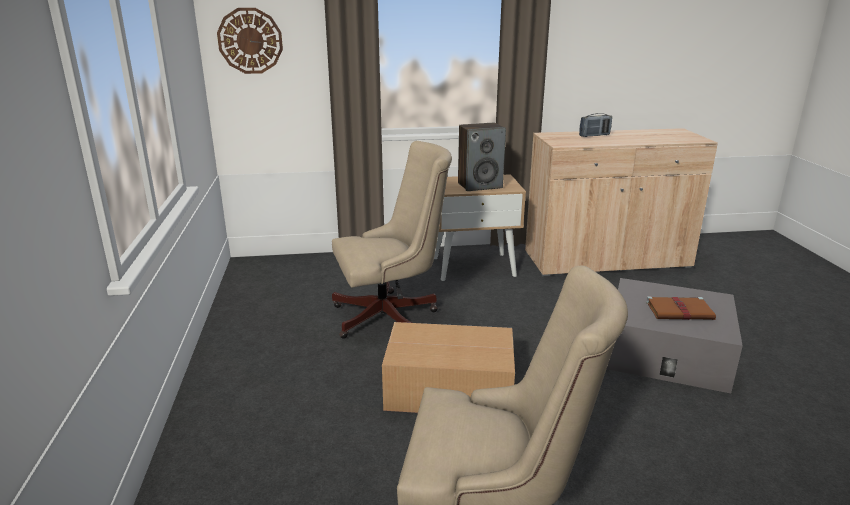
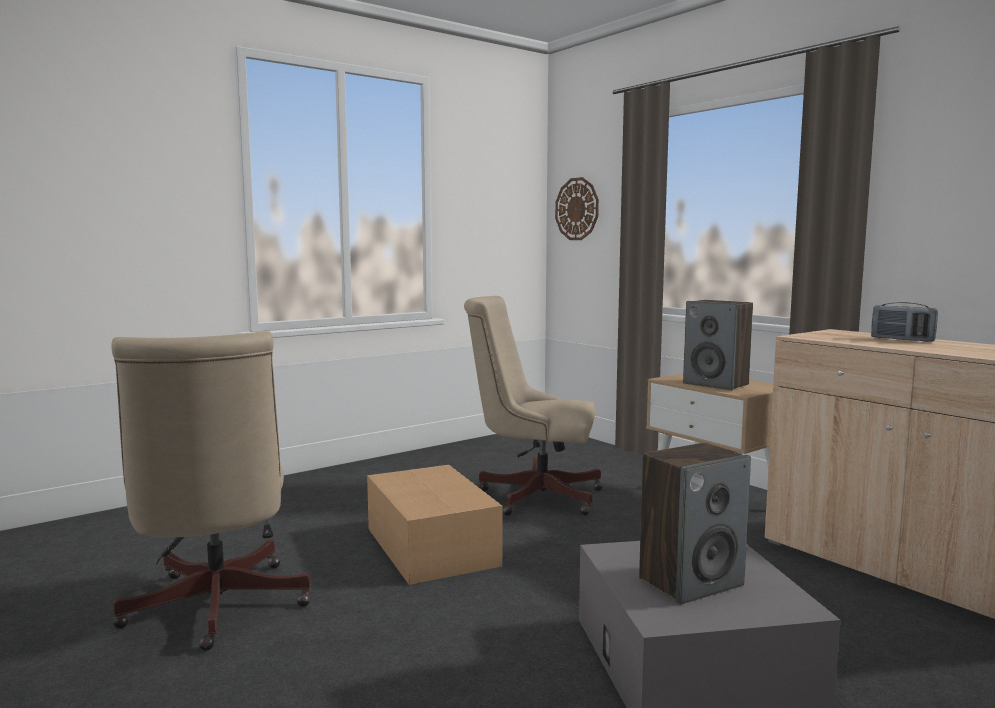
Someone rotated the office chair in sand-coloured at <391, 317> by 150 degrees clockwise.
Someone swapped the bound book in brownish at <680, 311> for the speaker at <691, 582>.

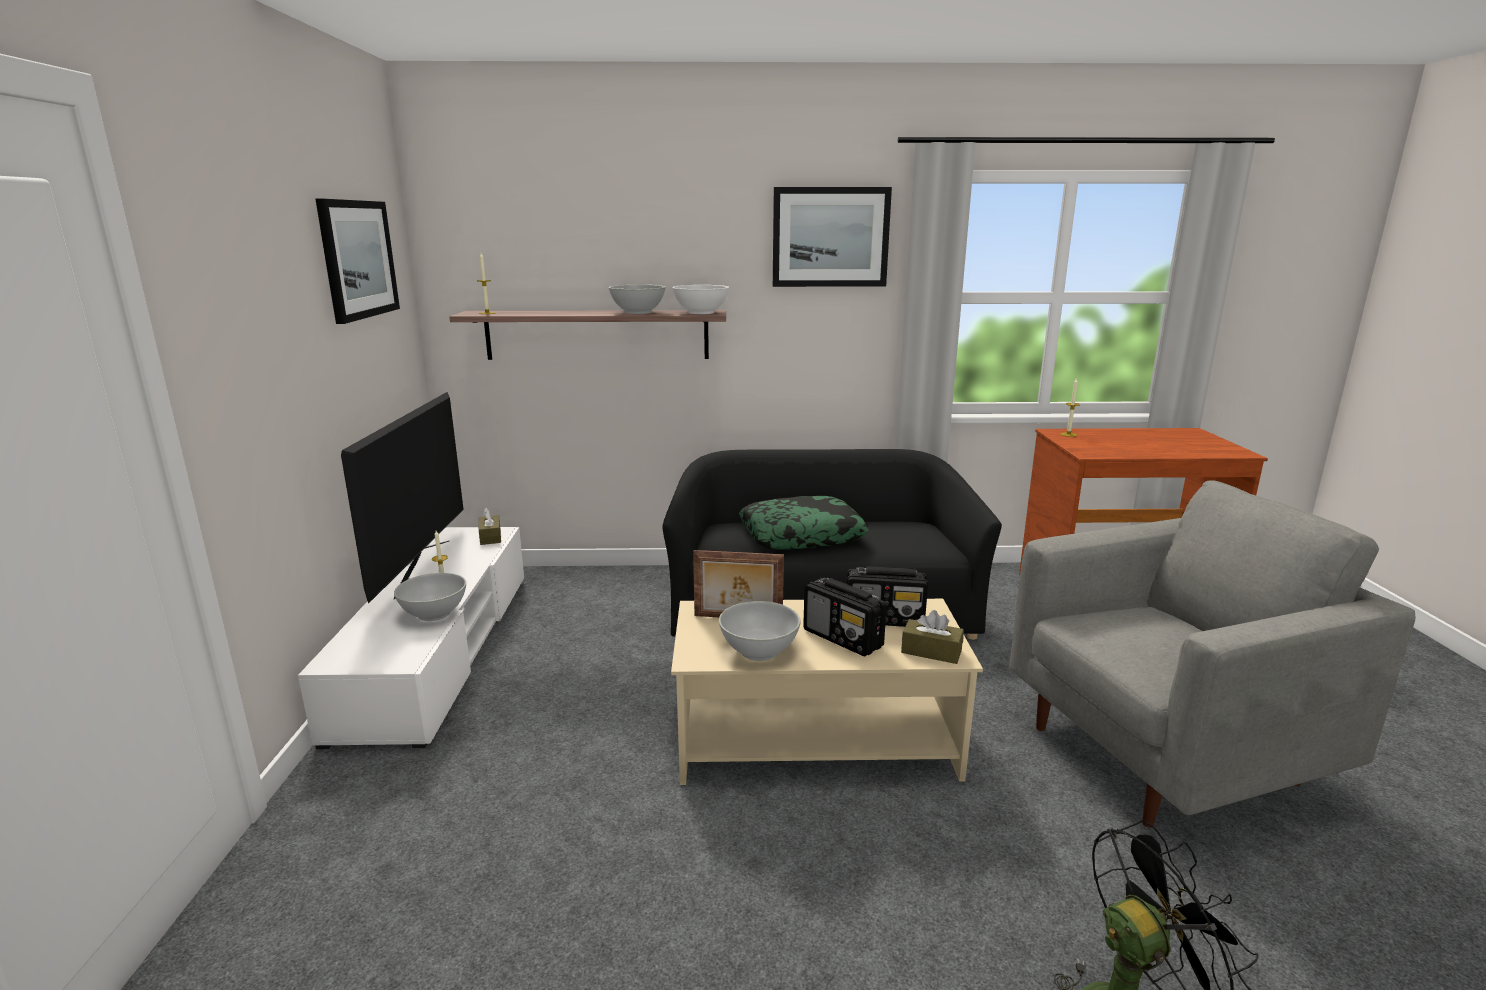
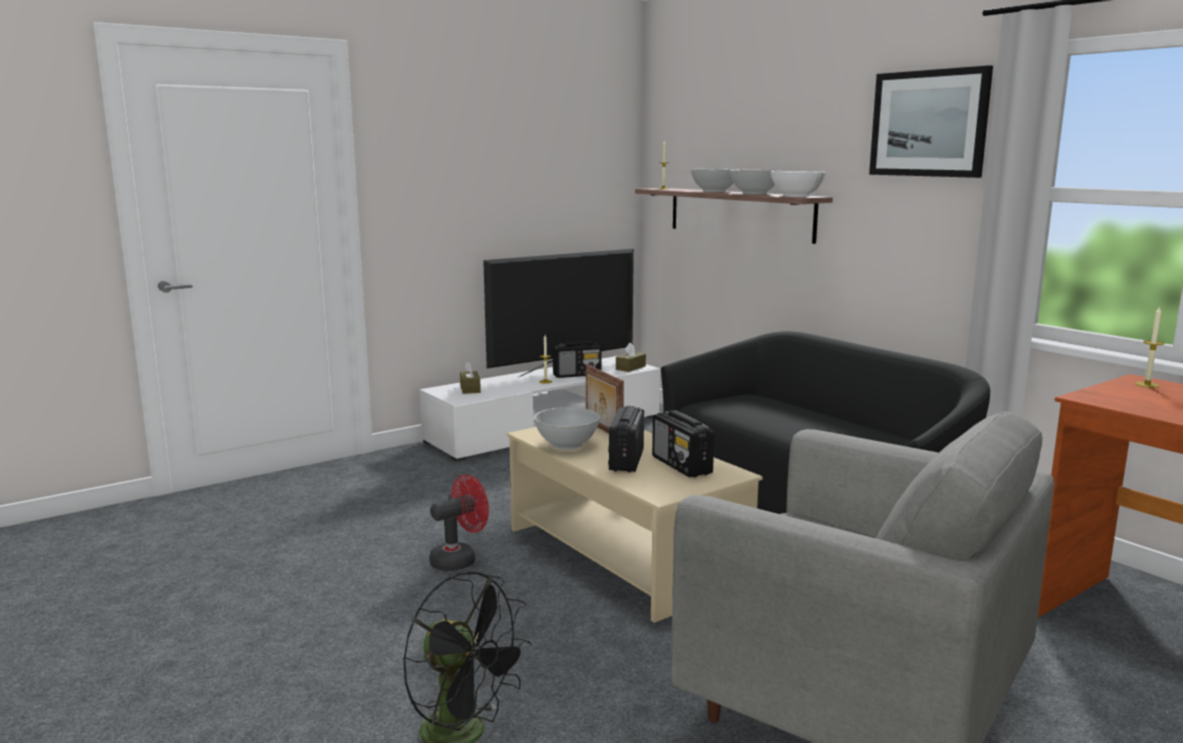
Someone took away the wall art at <358, 259>.
Someone carried the deep dish in whitish from <434, 614> to <714, 191>.
Someone took away the throw pillow at <801, 535>.
Someone carried the tissue holder in brownish from <931, 651> to <470, 389>.
Someone put down the cooling fan in reddish at <459, 559>.
Someone put down the radio set at <577, 375>.

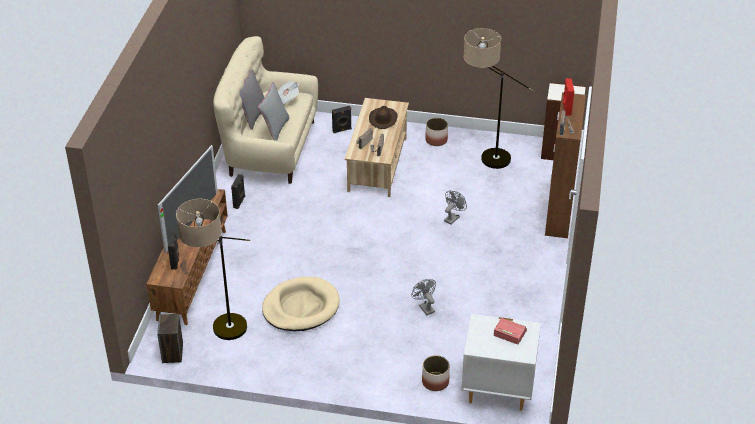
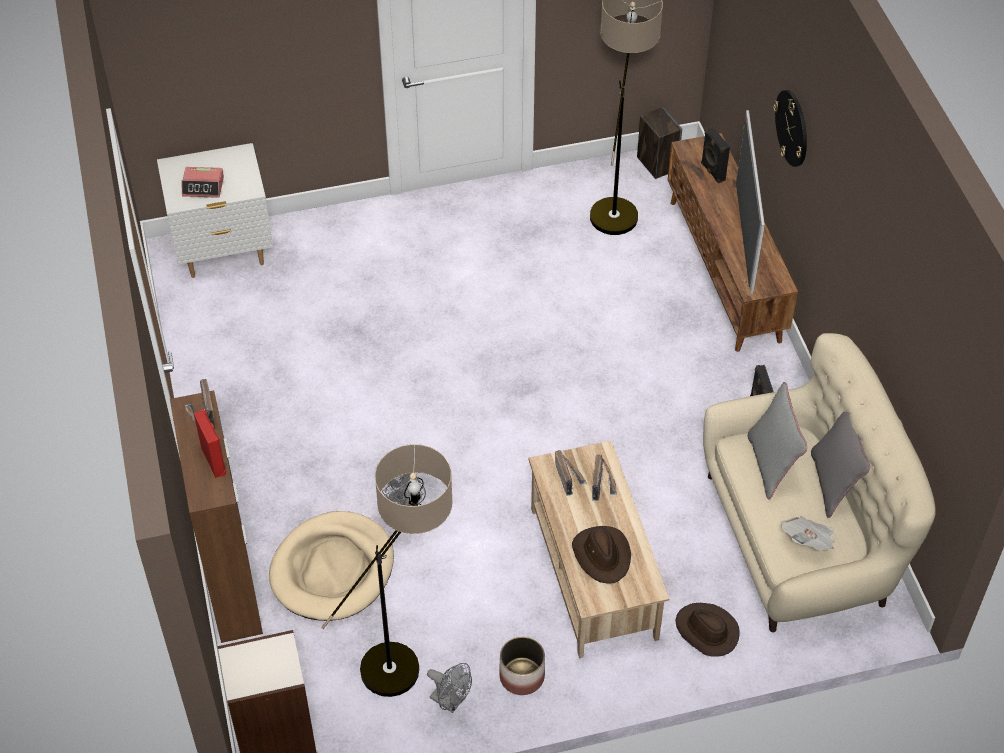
Someone carried the dog cushion in sand-coloured from <301, 307> to <333, 570>.
Someone swapped the speaker in black at <342, 130> for the wearable hat in brownish at <706, 631>.
Someone carried the cooling fan in greyish from <424, 307> to <450, 702>.
Someone took away the flower pot at <435, 382>.
Someone put up the wall clock at <792, 128>.

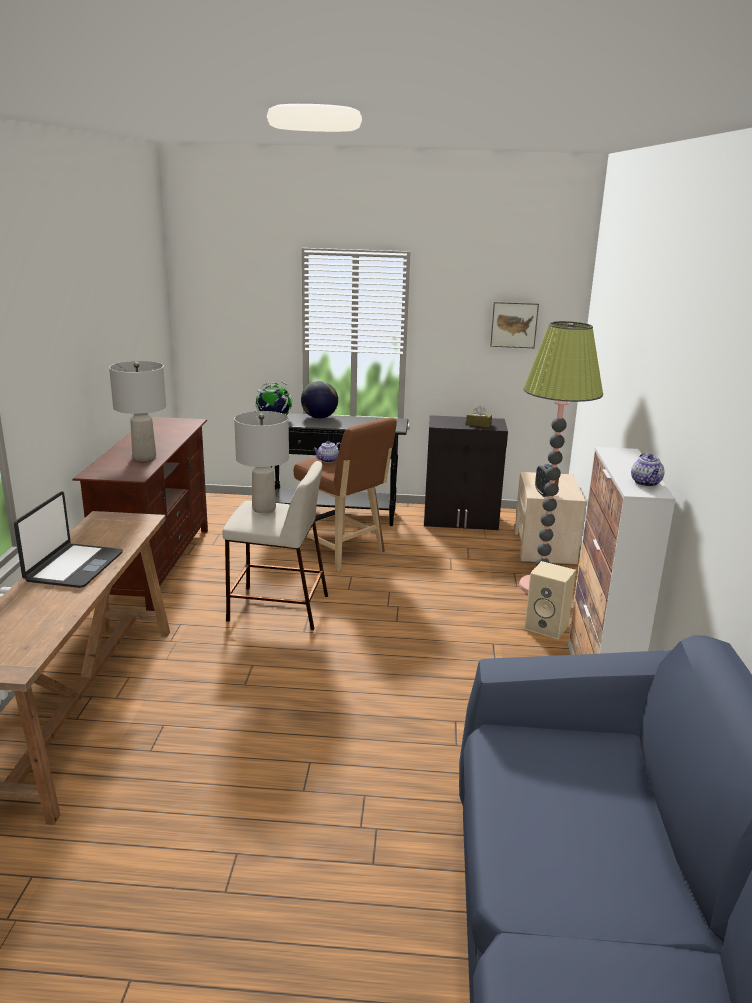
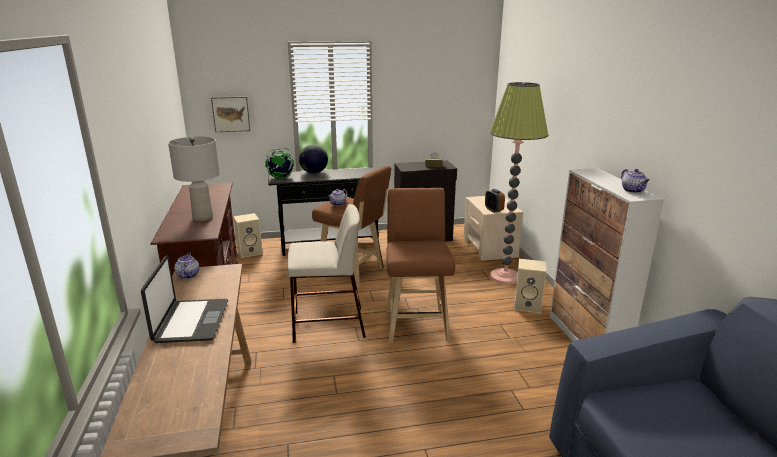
Someone took away the tabletop lamp in greyish at <264, 509>.
Someone carried the wall art from <513, 324> to <231, 114>.
Someone put down the tea pot at <188, 275>.
Someone put down the speaker in sand-coloured at <250, 252>.
Someone put down the stool seat in brownish at <416, 323>.

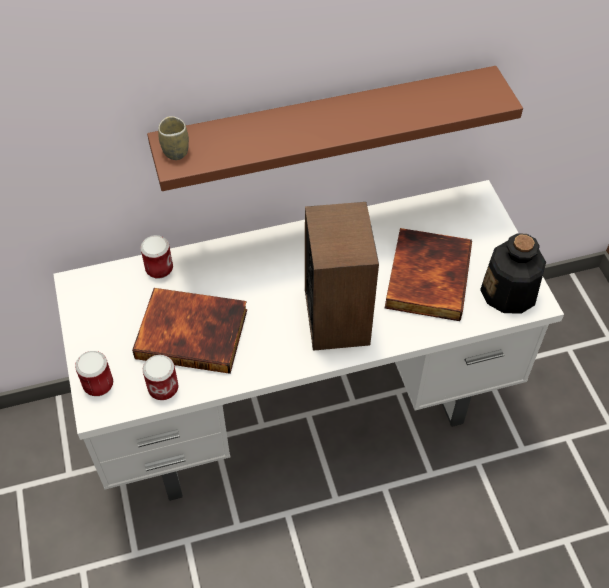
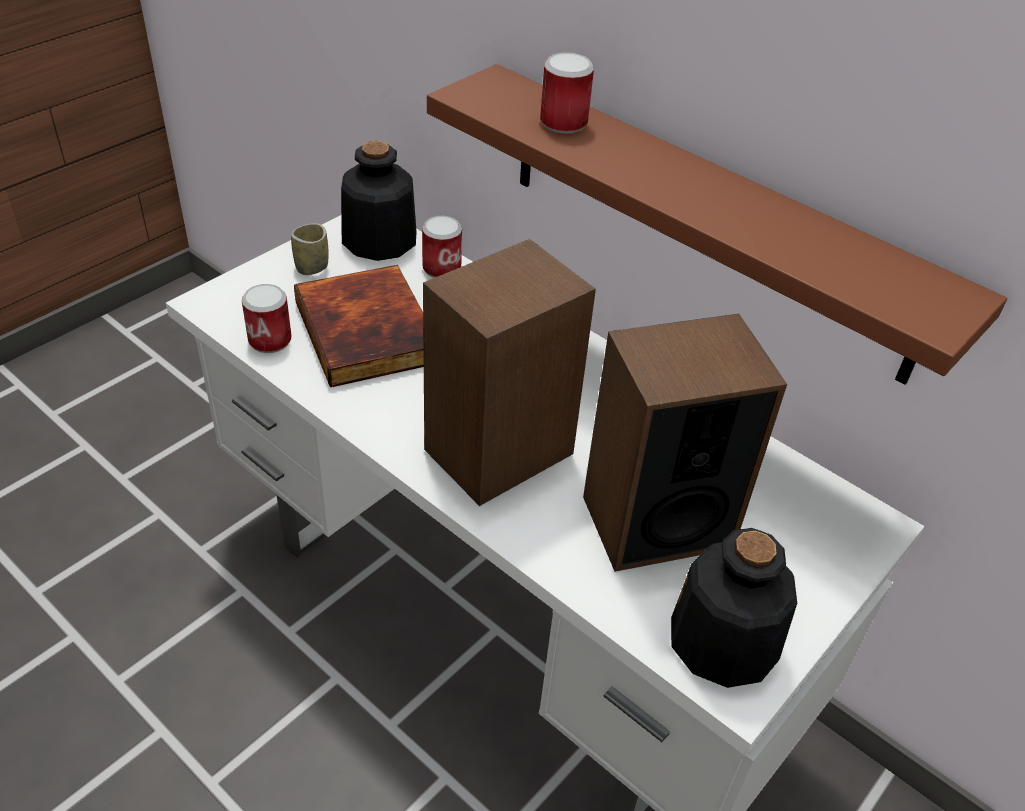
Someone carried the sealed can from <98, 384> to <563, 122>.
Someone carried the cup from <175, 151> to <312, 267>.
Someone swapped the bound book at <426, 277> for the speaker at <656, 521>.
Someone put down the drink bottle at <379, 240>.

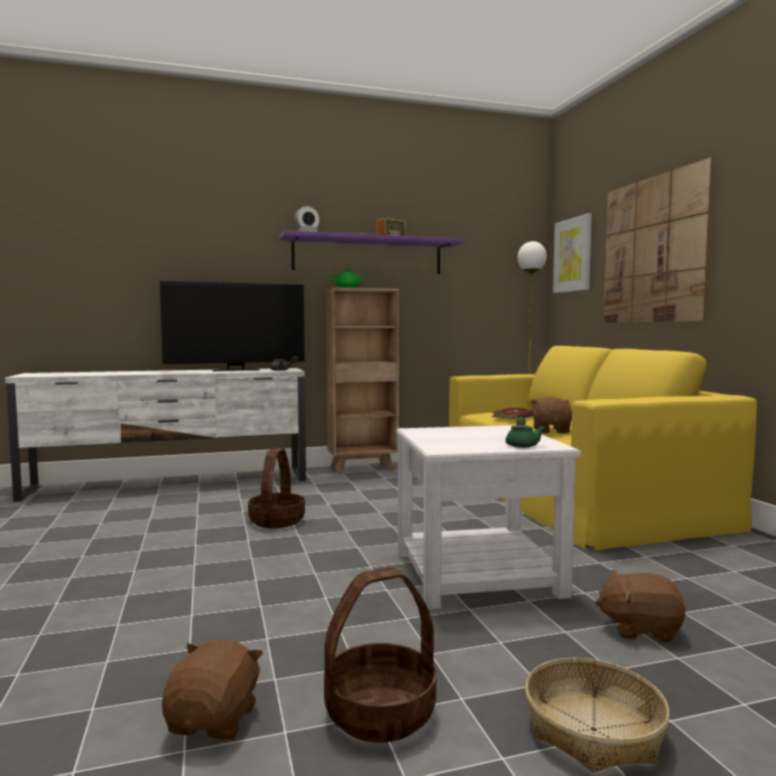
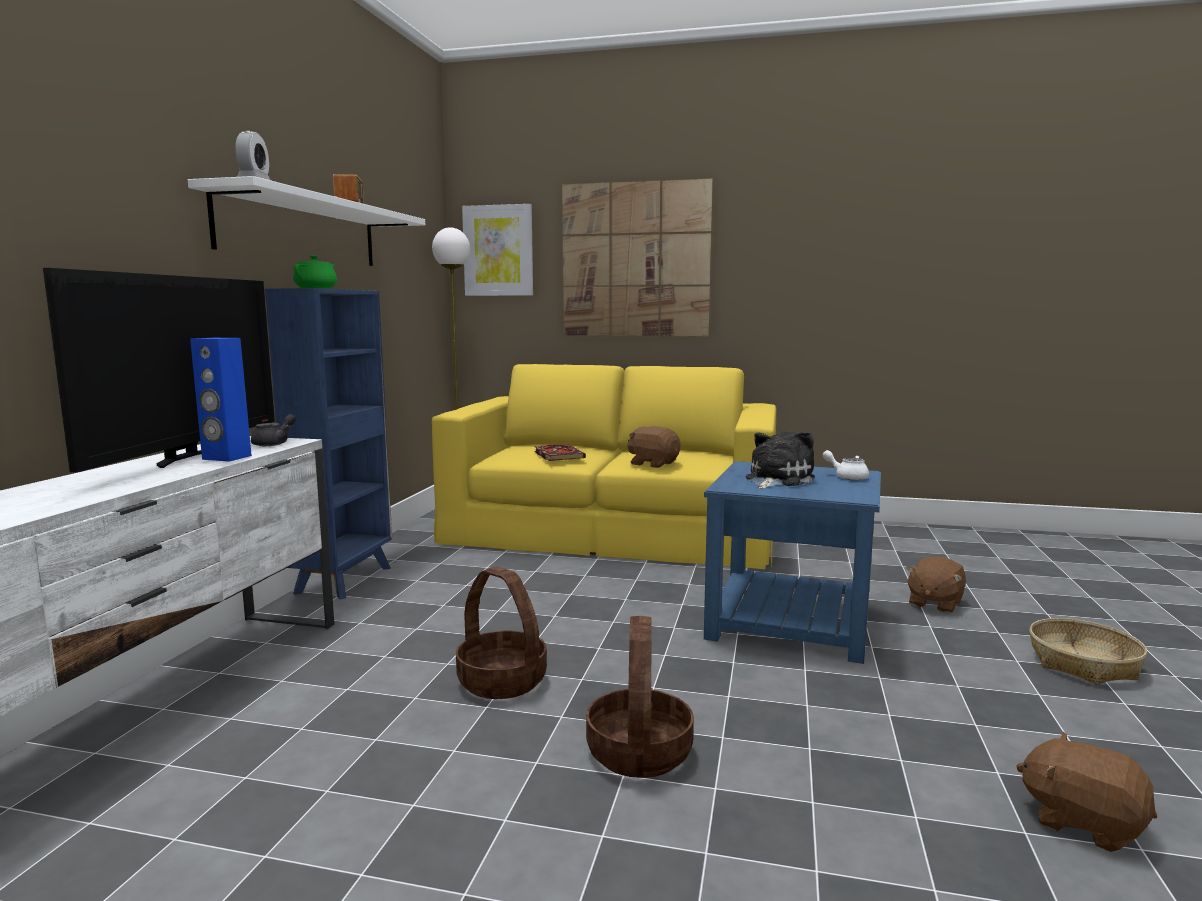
Someone repainted the bracket shelf in purplish at <368, 256>, which became the bracket shelf in whitish at <302, 231>.
Someone carried the basket from <380, 711> to <638, 751>.
Someone repainted the bookshelf in brownish at <363, 468>, which became the bookshelf in blue at <345, 579>.
Someone repainted the end table in whitish at <477, 573>, which became the end table in blue at <790, 621>.
Someone repainted the tea pot in green-coloured at <522, 444>, which became the tea pot in whitish at <847, 477>.
Someone put down the speaker in blue at <226, 457>.
Someone put down the cuddly toy at <776, 480>.

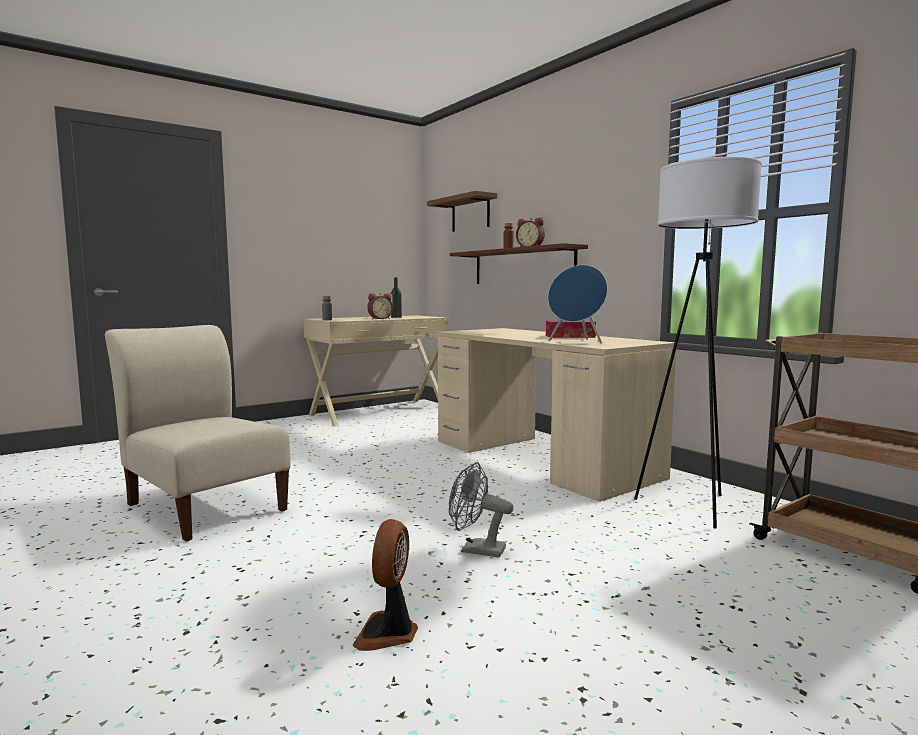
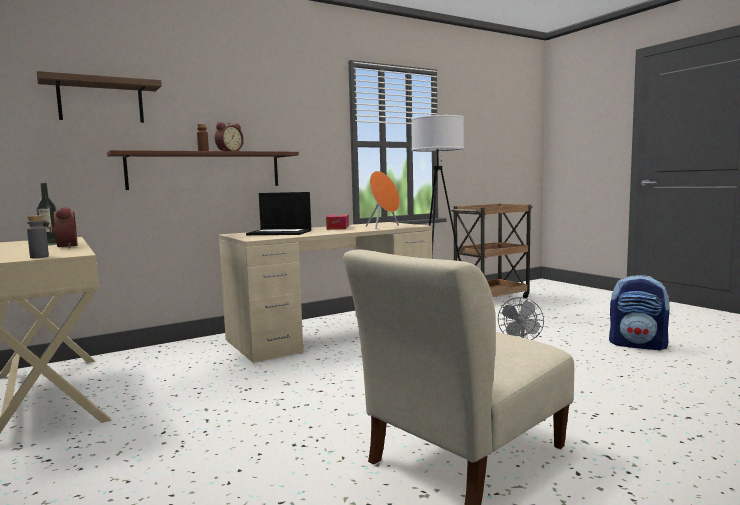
Someone took away the cooling fan at <388, 633>.
Someone repainted the speaker in blue at <577, 342>, which became the speaker in orangey at <383, 227>.
Someone put down the laptop at <280, 233>.
Someone put down the knapsack at <638, 345>.

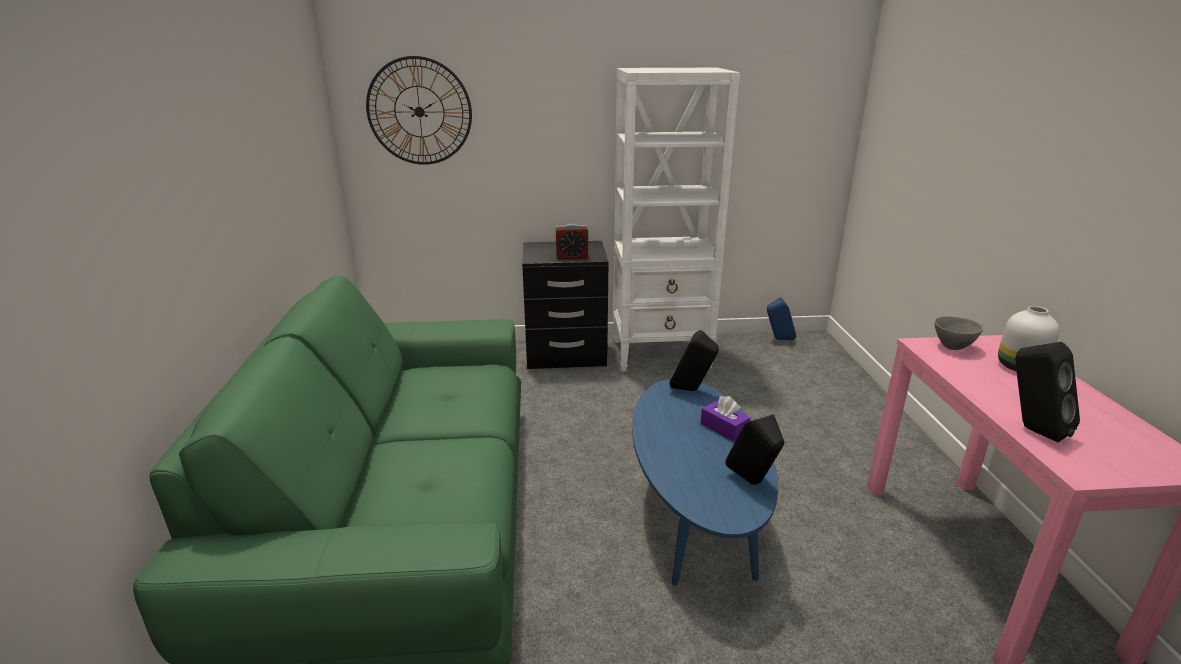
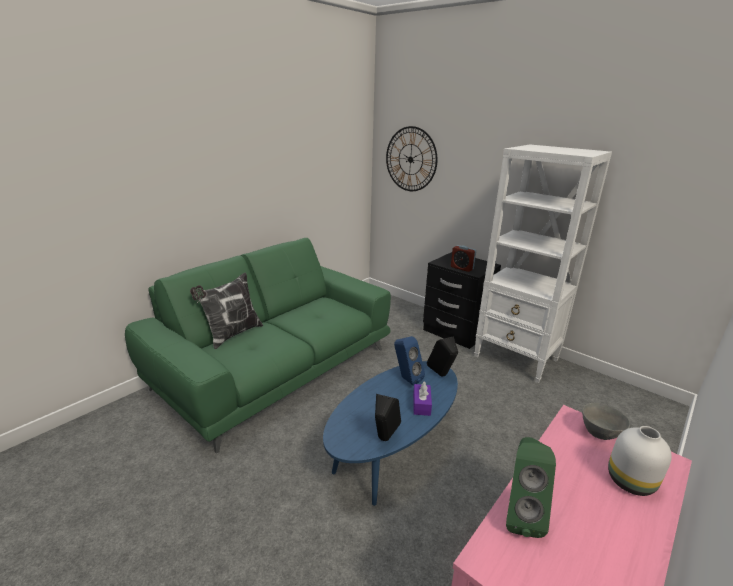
Someone carried the speaker in blue from <778, 339> to <406, 379>.
Someone repainted the speaker in black at <1031, 429>, which became the speaker in green-coloured at <520, 514>.
Someone put down the throw pillow at <232, 334>.

